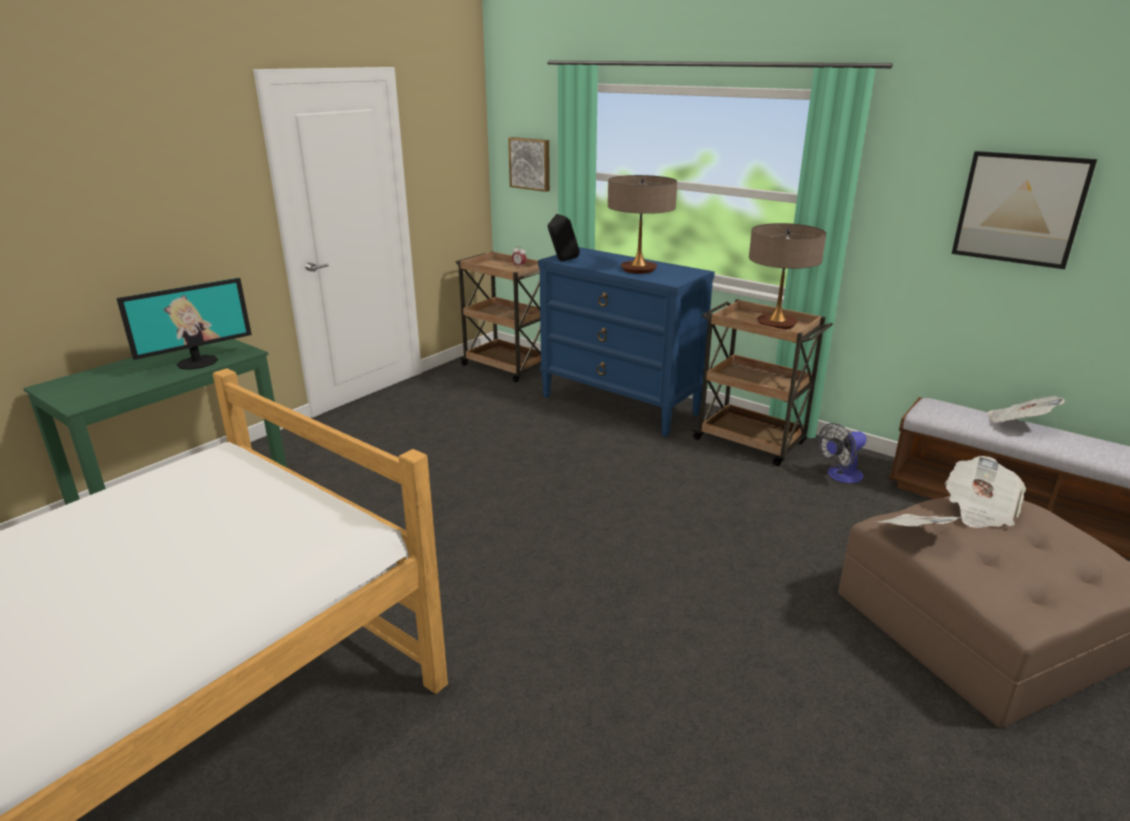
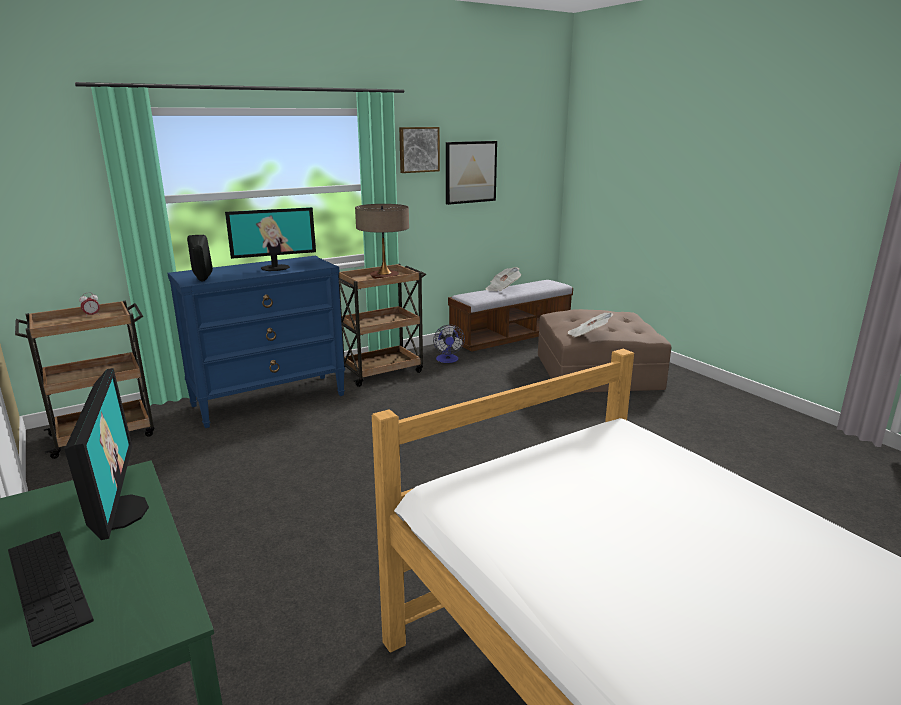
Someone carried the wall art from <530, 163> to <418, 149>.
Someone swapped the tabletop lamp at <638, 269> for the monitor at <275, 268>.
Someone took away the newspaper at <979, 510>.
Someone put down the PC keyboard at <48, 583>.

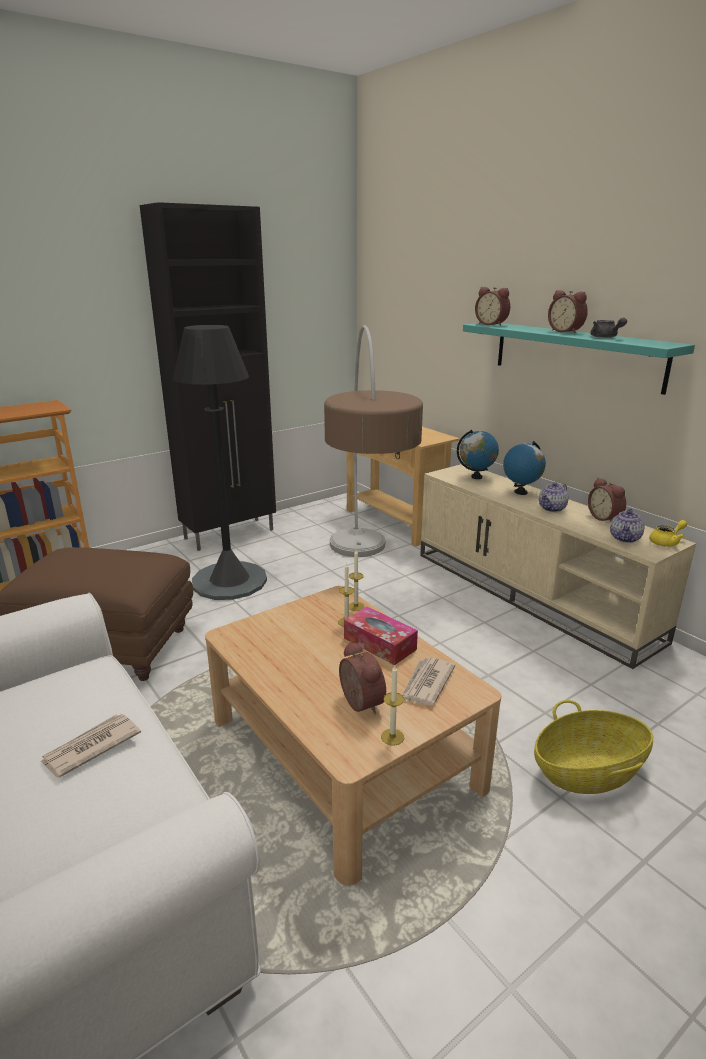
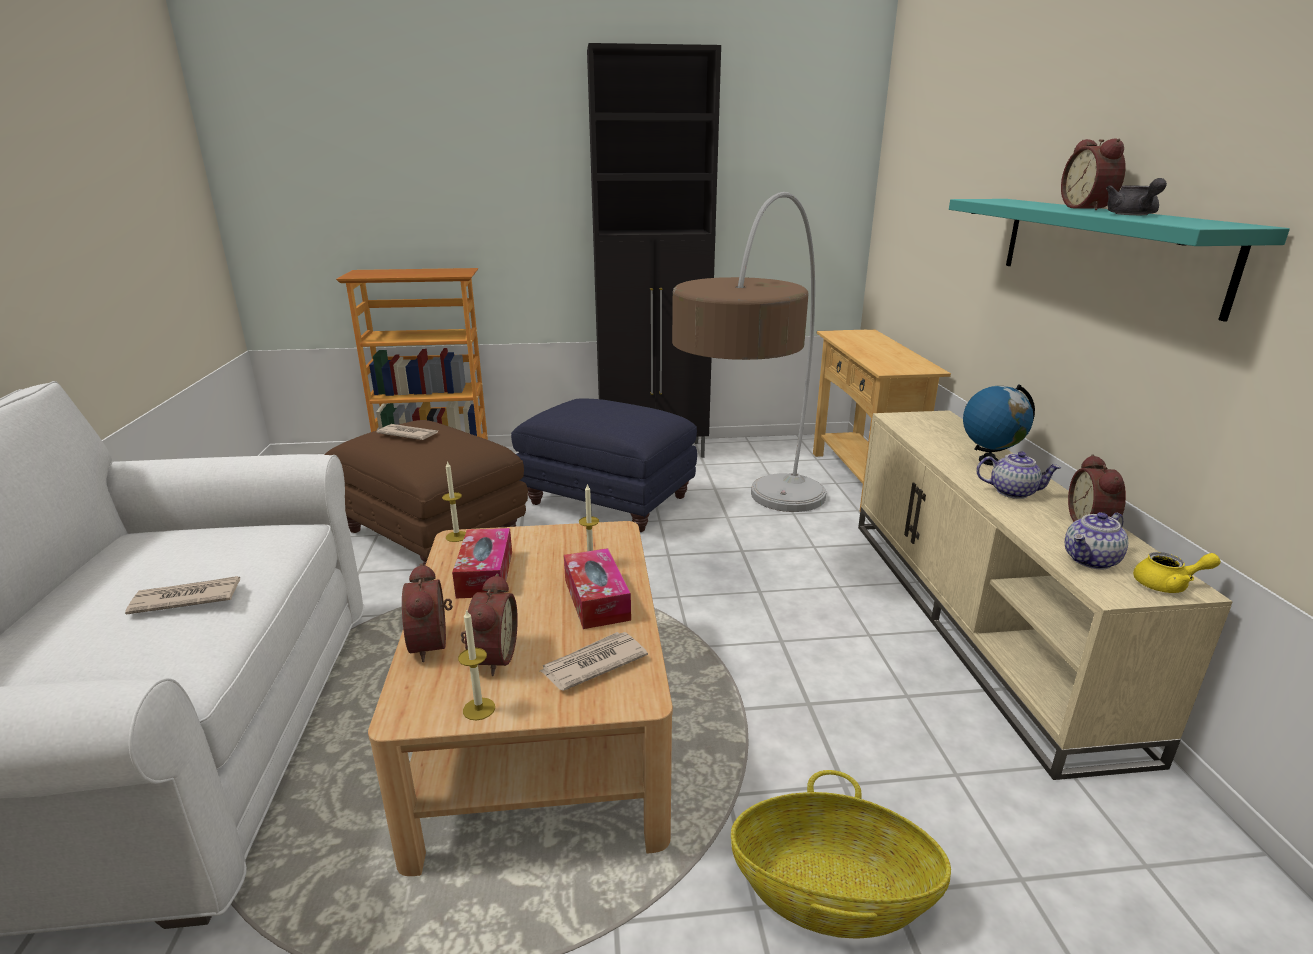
Someone swapped the standard lamp in black at <229, 581> for the pouffe in blue at <606, 500>.
Someone carried the wax candle from <356, 606> to <457, 536>.
Someone took away the world globe at <476, 477>.
Someone carried the bedside clock from <492, 324> to <434, 643>.
Someone rotated the tea pot at <552, 508> by 150 degrees counterclockwise.
Someone put down the newspaper at <408, 434>.
Someone put down the tissue holder at <485, 574>.

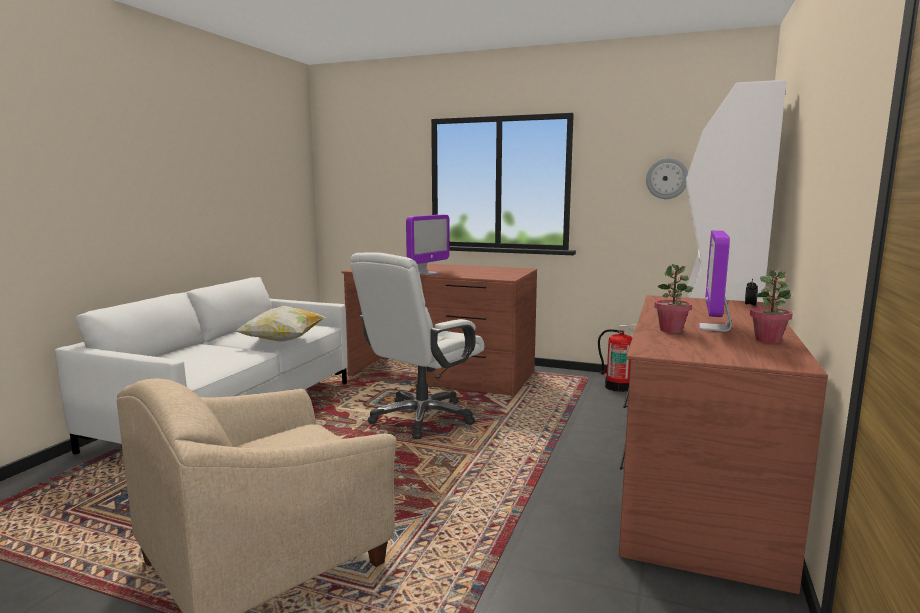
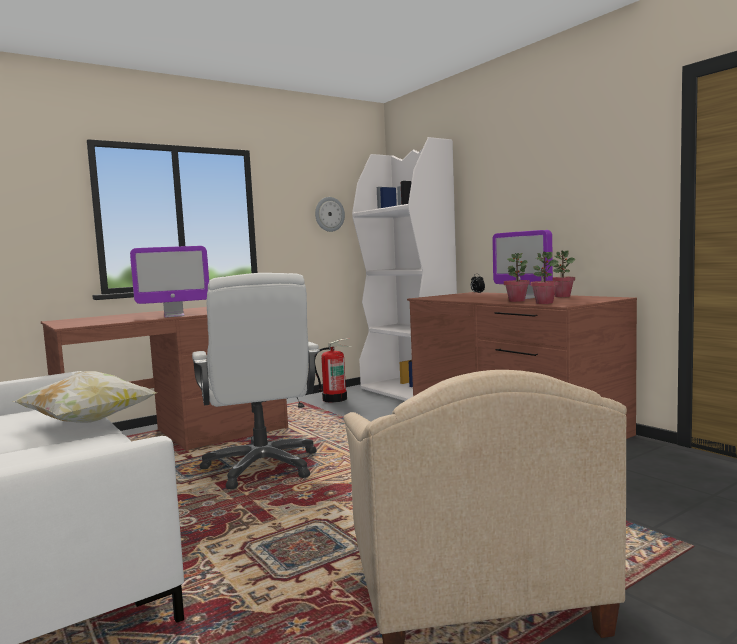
Someone rotated the monitor at <427, 273> by 90 degrees clockwise.
Someone put down the plant in a pot at <544, 303>.

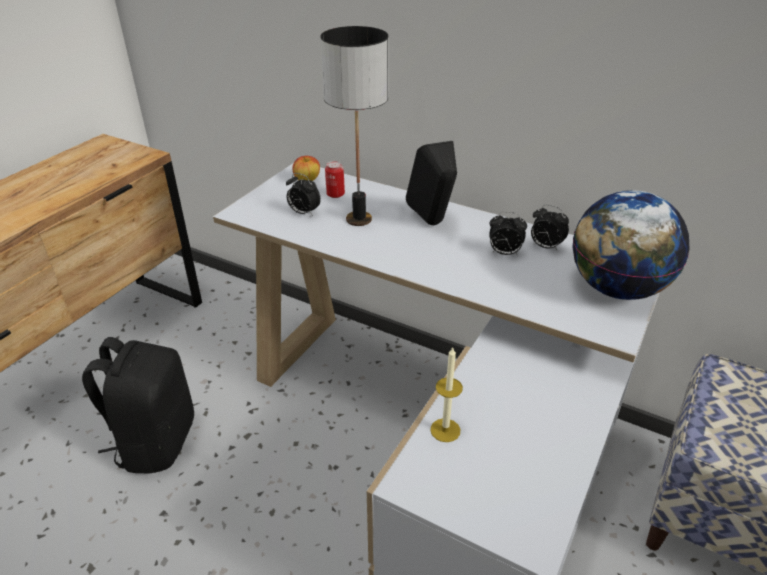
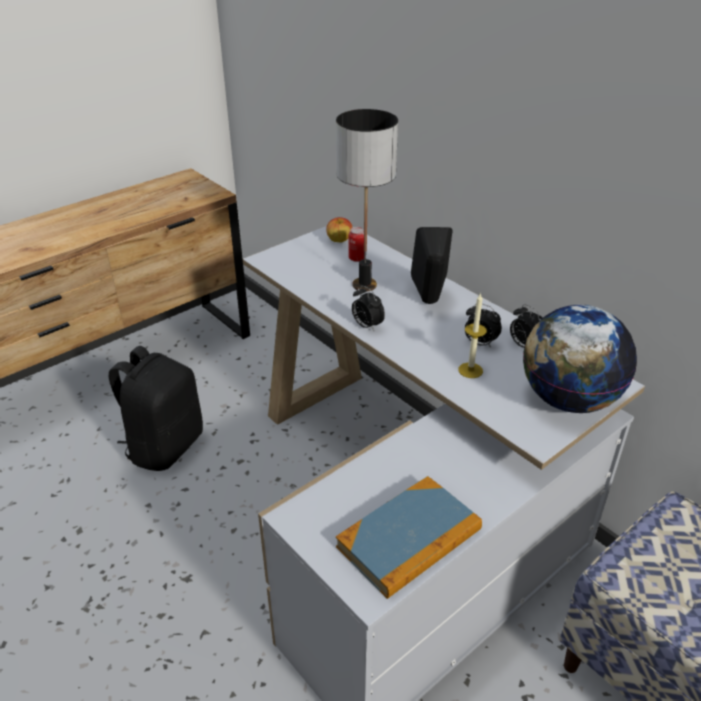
Someone carried the bedside clock from <303, 213> to <366, 326>.
Someone carried the wax candle from <445, 430> to <470, 370>.
Someone put down the bound book at <409, 539>.

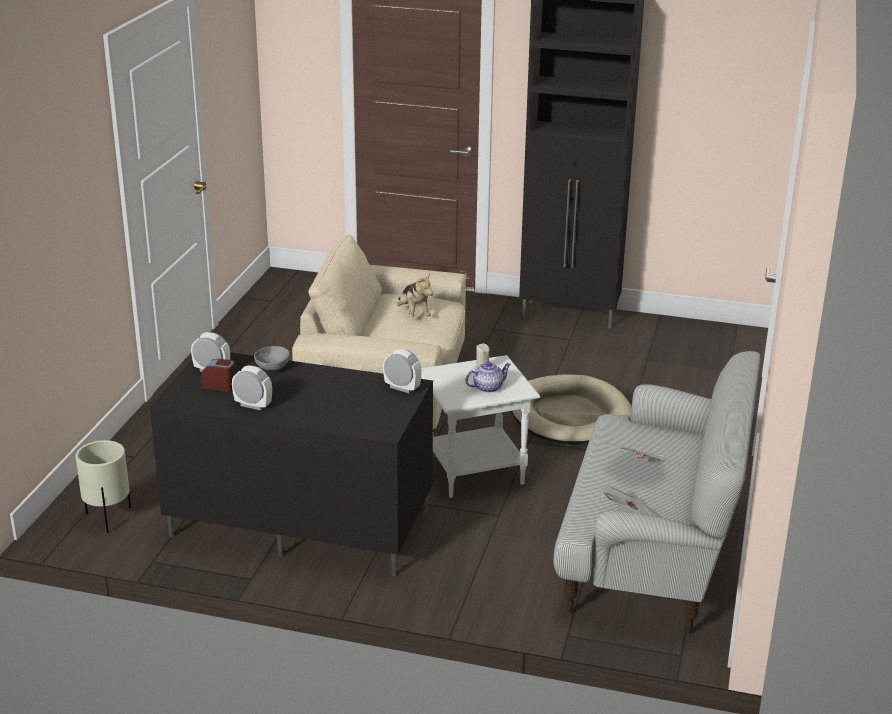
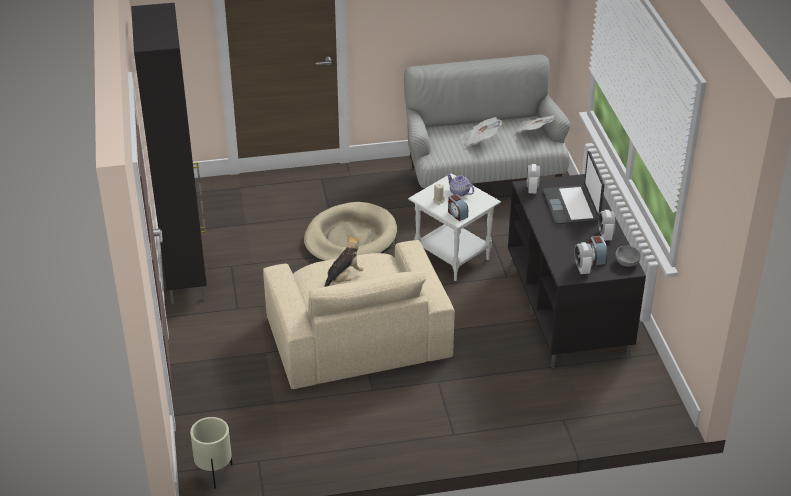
Someone carried the flower pot in sand-coloured from <108, 518> to <214, 474>.
Someone carried the deep dish in greyish from <272, 367> to <627, 262>.
Someone put down the bedside clock at <457, 214>.
Someone put down the laptop at <572, 206>.

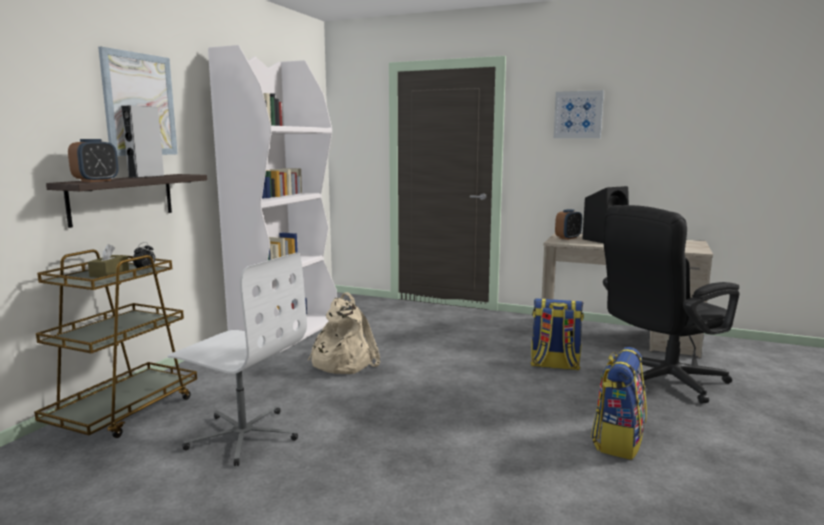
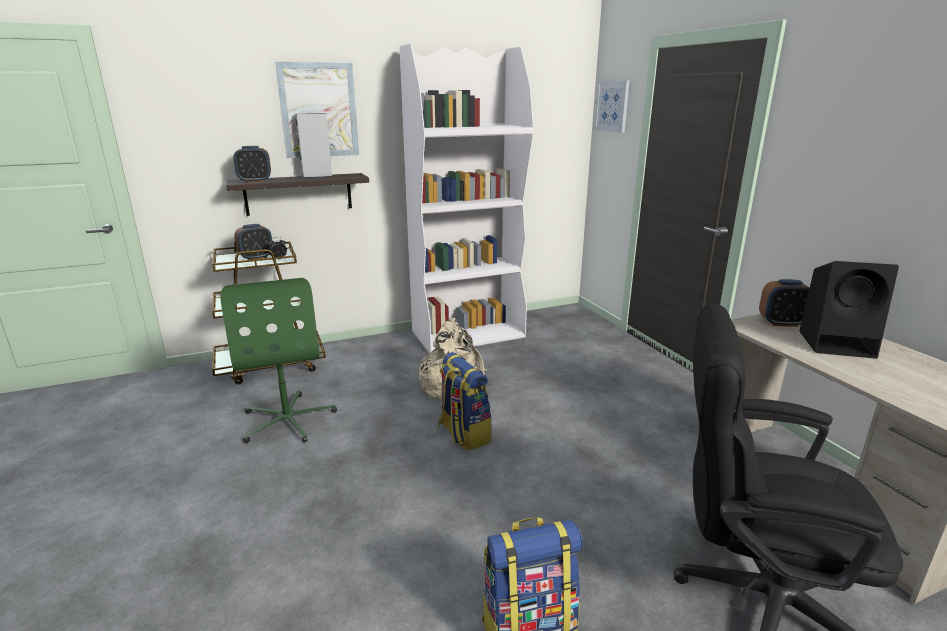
Someone swapped the tissue holder in brownish at <109, 273> for the bedside clock at <256, 257>.
Someone repainted the office chair in whitish at <243, 435>, which became the office chair in green-coloured at <288, 420>.
Someone carried the knapsack from <554, 365> to <463, 434>.
Someone carried the wall art from <578, 115> to <612, 106>.

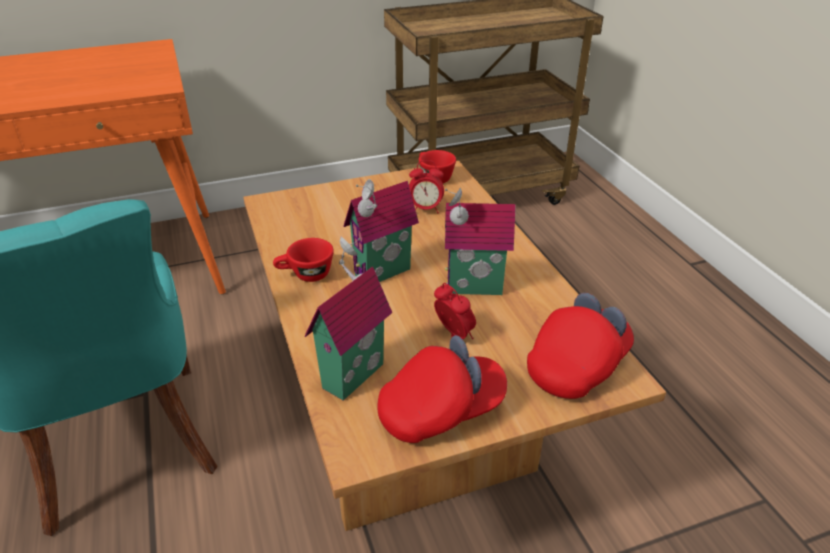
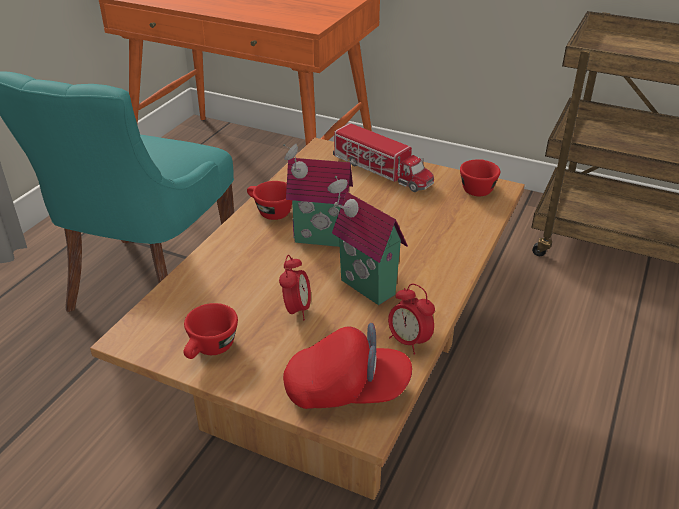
Someone took away the toy house at <350, 373>.
Someone swapped the cap in reddish at <441, 411> for the cup in reddish at <210, 350>.
Someone carried the bedside clock from <425, 209> to <409, 341>.
Someone put down the toy lorry at <382, 171>.

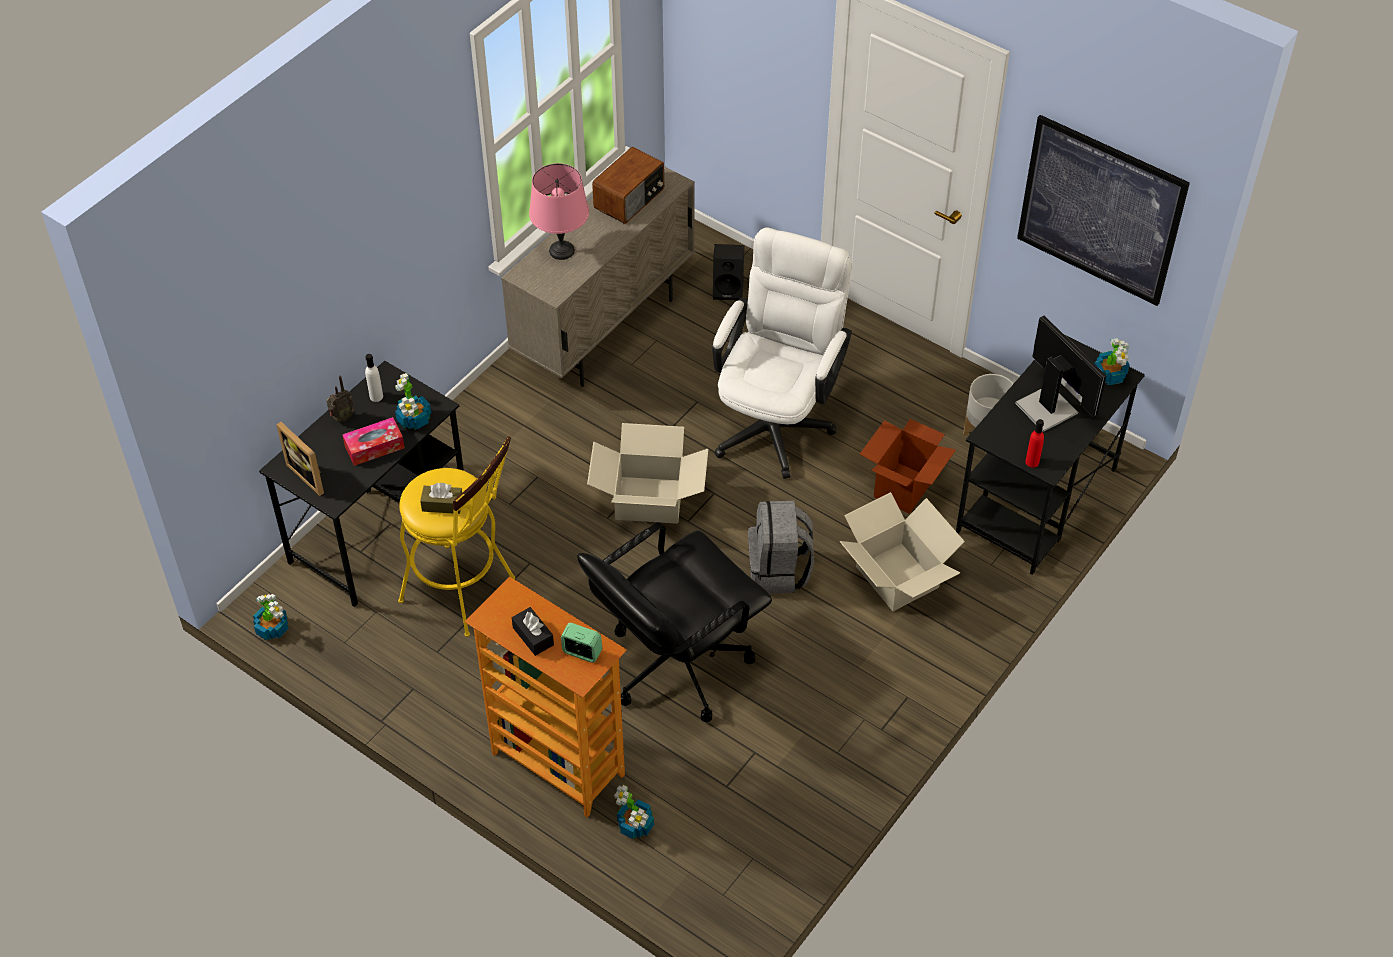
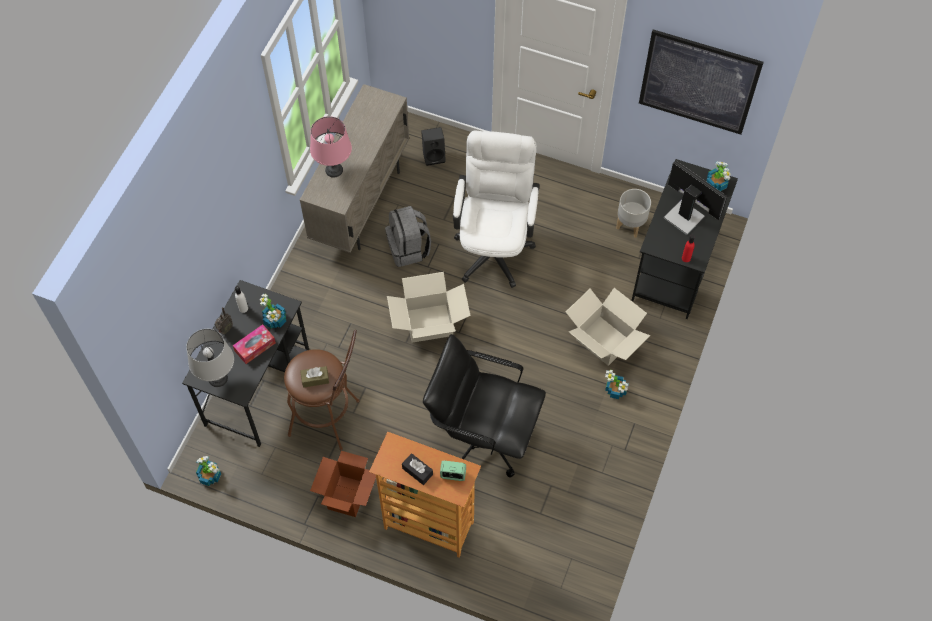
Someone swapped the picture frame at <310, 475> for the tabletop lamp in greyish at <218, 378>.
Someone repainted the stool seat in yellow at <465, 593>, which became the stool seat in brownish at <330, 419>.
Someone rotated the office chair in black at <676, 664> by 75 degrees clockwise.
Someone took away the radio set at <630, 199>.
Someone carried the plant in a pot from <635, 826> to <616, 390>.
Someone carried the knapsack in greyish from <779, 571> to <409, 249>.
Someone carried the packing box from <903, 488> to <347, 496>.

